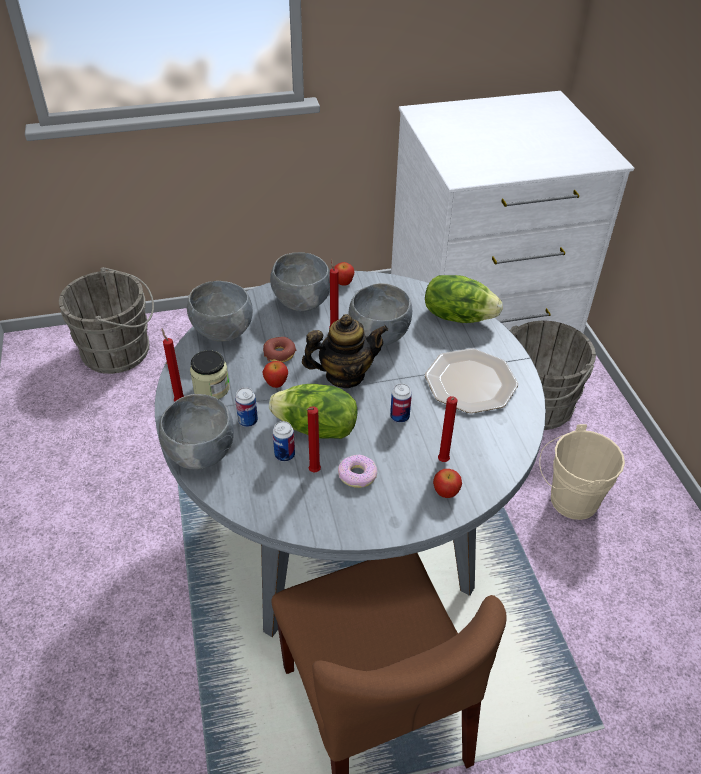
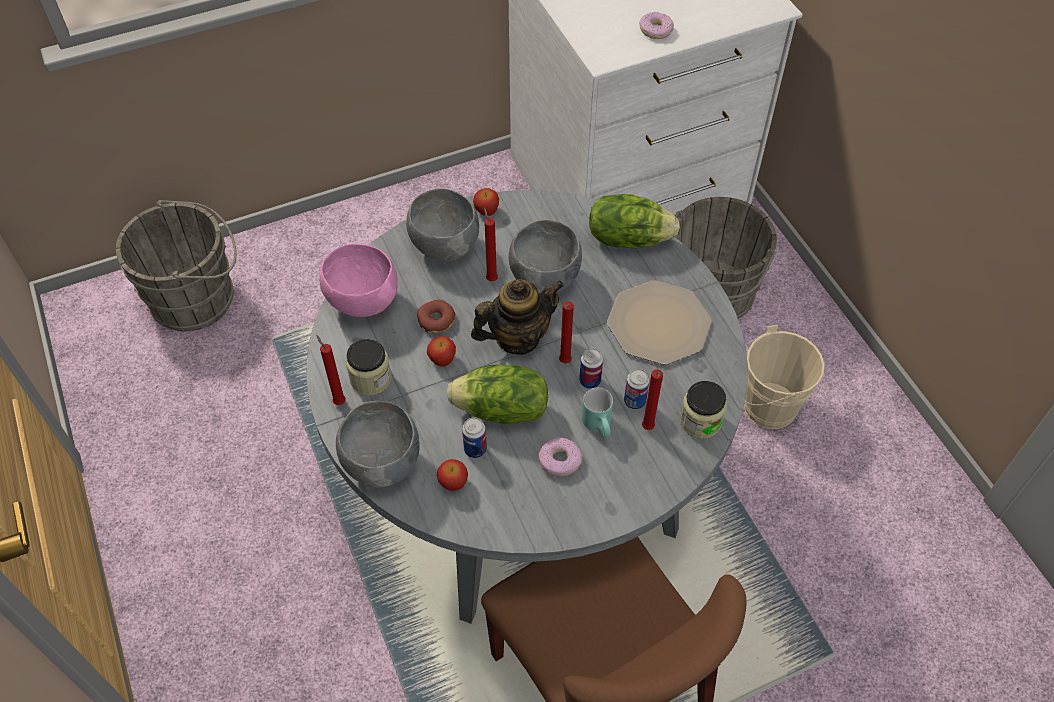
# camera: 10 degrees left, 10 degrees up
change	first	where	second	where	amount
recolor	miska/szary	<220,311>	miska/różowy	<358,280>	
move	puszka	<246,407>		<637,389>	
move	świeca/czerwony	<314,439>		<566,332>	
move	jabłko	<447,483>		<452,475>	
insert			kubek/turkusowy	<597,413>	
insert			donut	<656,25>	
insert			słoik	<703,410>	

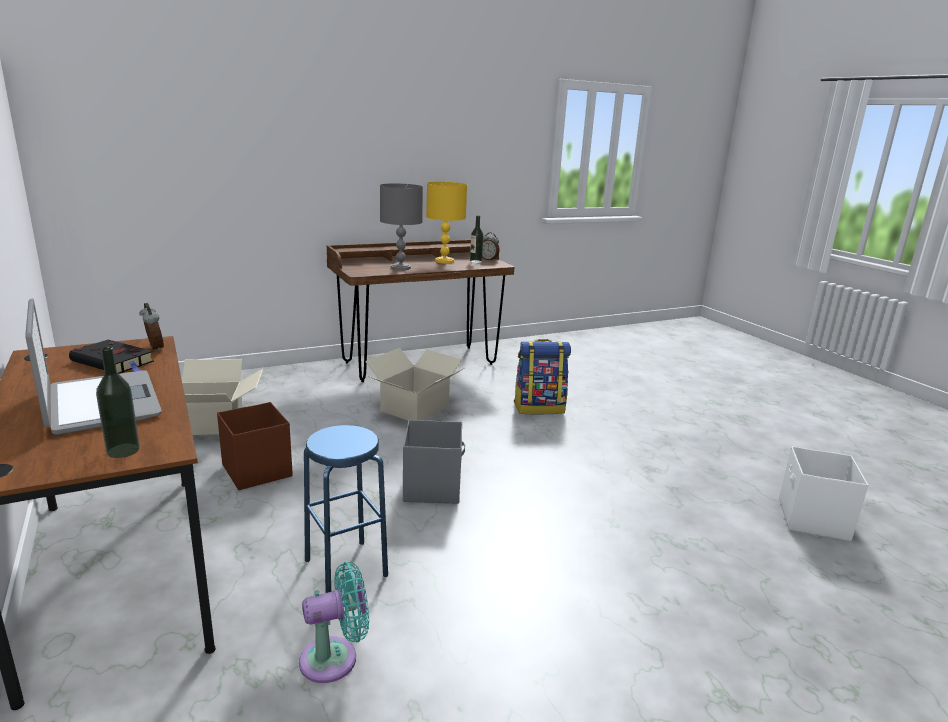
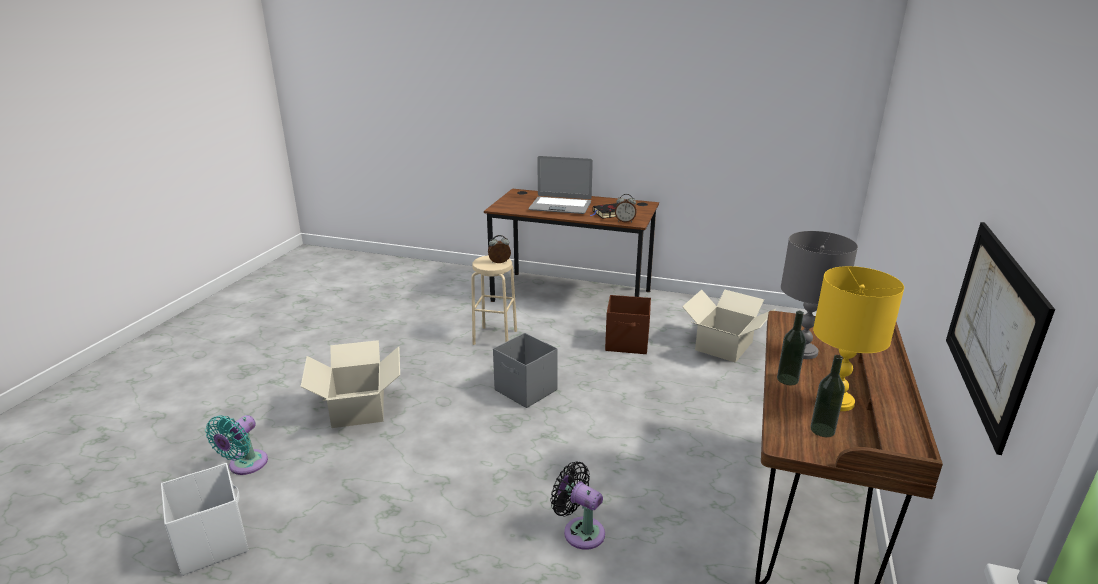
# camera: 135 degrees right, 5 degrees up
change	first	where	second	where	amount
move	butelka	<118,402>		<791,348>	
move	wentylator/turkusowy	<334,622>		<236,445>	
recolor	stołek/niebieski	<346,509>	stołek/beżowy	<494,300>	
move	karton	<415,384>		<350,384>	
move	budzik	<491,247>		<499,249>	
replace	plecak	<542,377>	wentylator/czarny	<577,505>	
insert			obraz	<1000,338>	

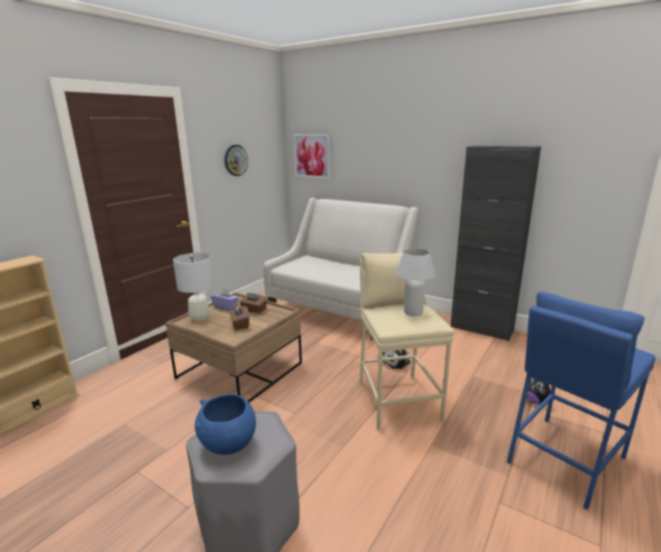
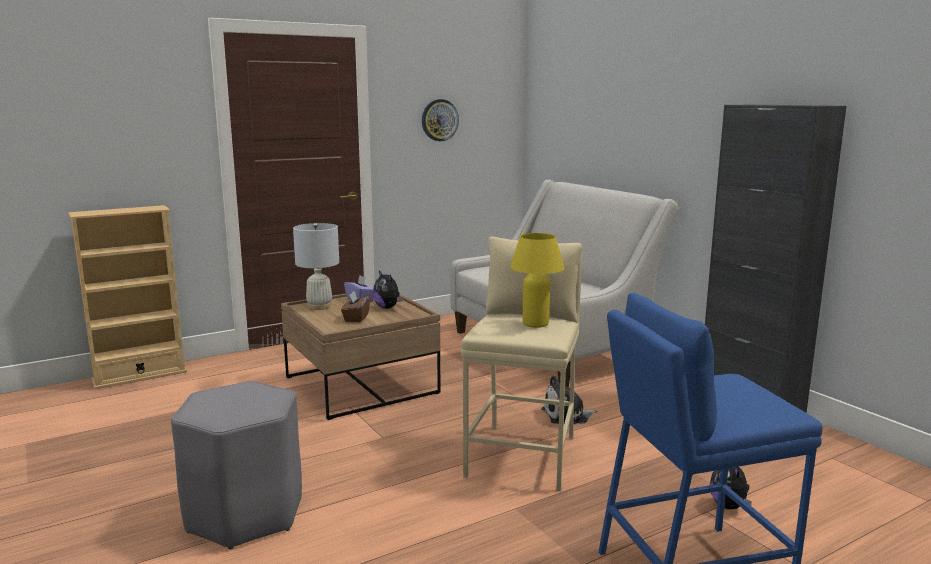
# camera: 25 degrees right, 5 degrees down
change	first	where	second	where	amount
delete	miska/niebieski	<225,424>			
replace	pudełko chusteczek/brązowy	<253,302>	pluszak	<388,290>	
delete	obraz	<312,156>			
recolor	lampa stołowa/biały	<416,282>	lampa stołowa/żółty	<537,280>	

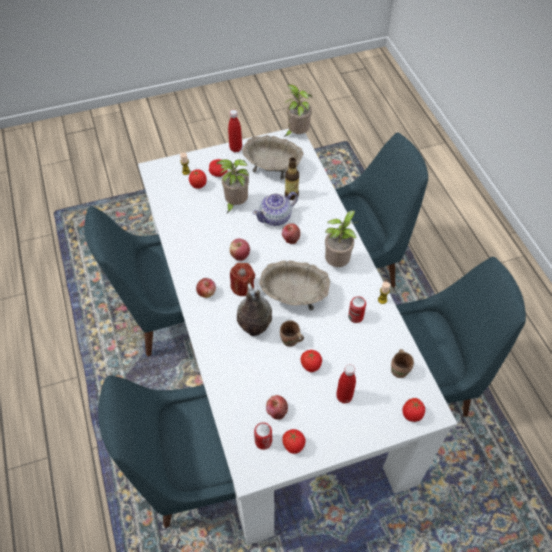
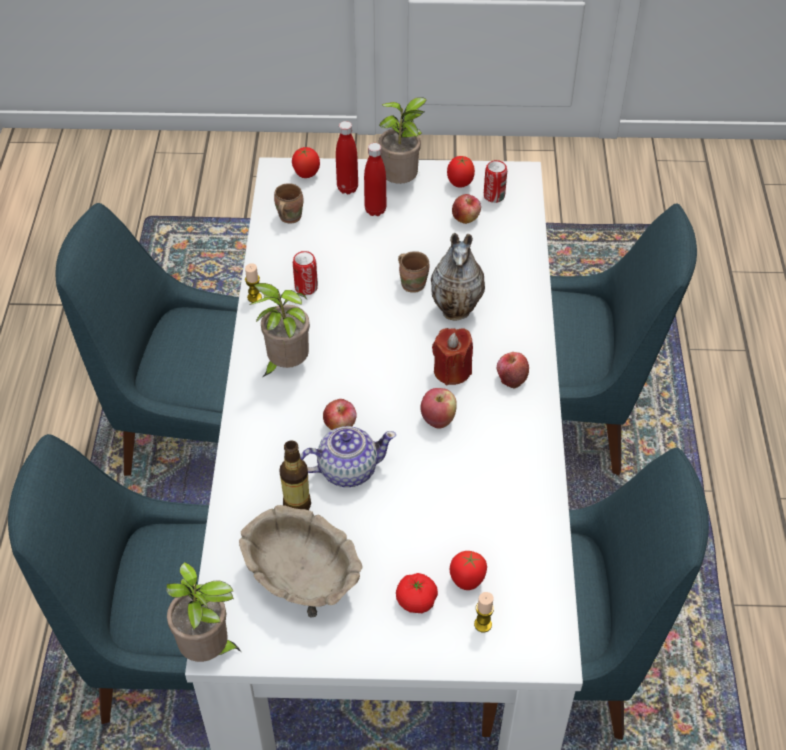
# camera: 160 degrees left, 5 degrees down
change	first	where	second	where	amount
move	roślina doniczkowa	<233,186>		<402,140>	
move	butelka/czerwony	<235,131>		<347,157>	
delete	miska/beżowy	<294,285>			
delete	pomidor	<311,361>			

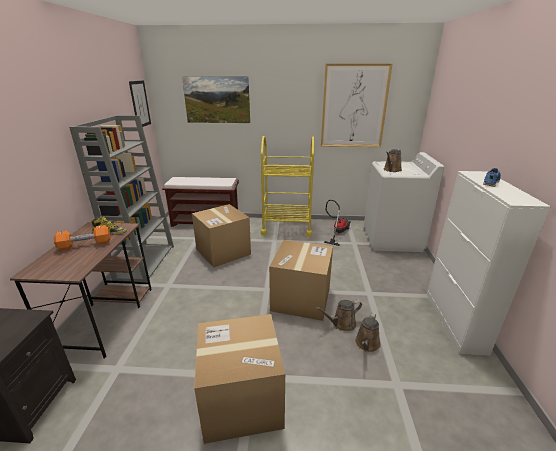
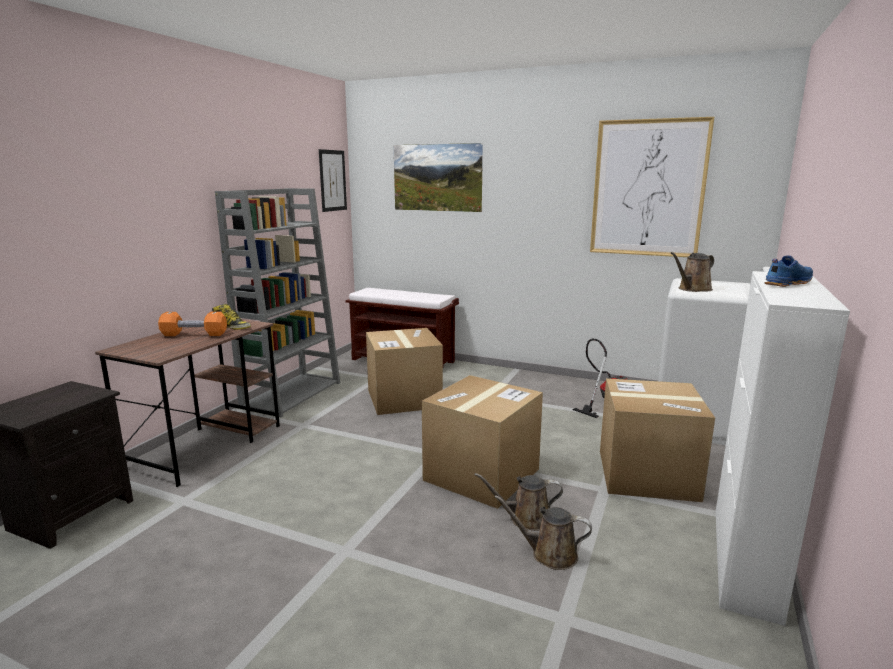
# camera: 20 degrees right, 10 degrees down
change	first	where	second	where	amount
move	karton	<239,379>		<657,440>	
delete	wózek/żółty	<287,186>			
rotate	konewka/brązowy	<368,332>		<543,532>	60 degrees clockwise

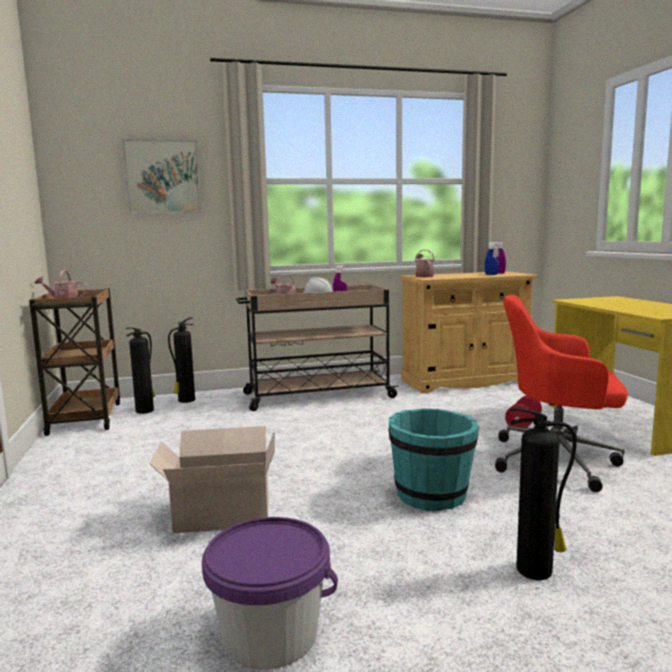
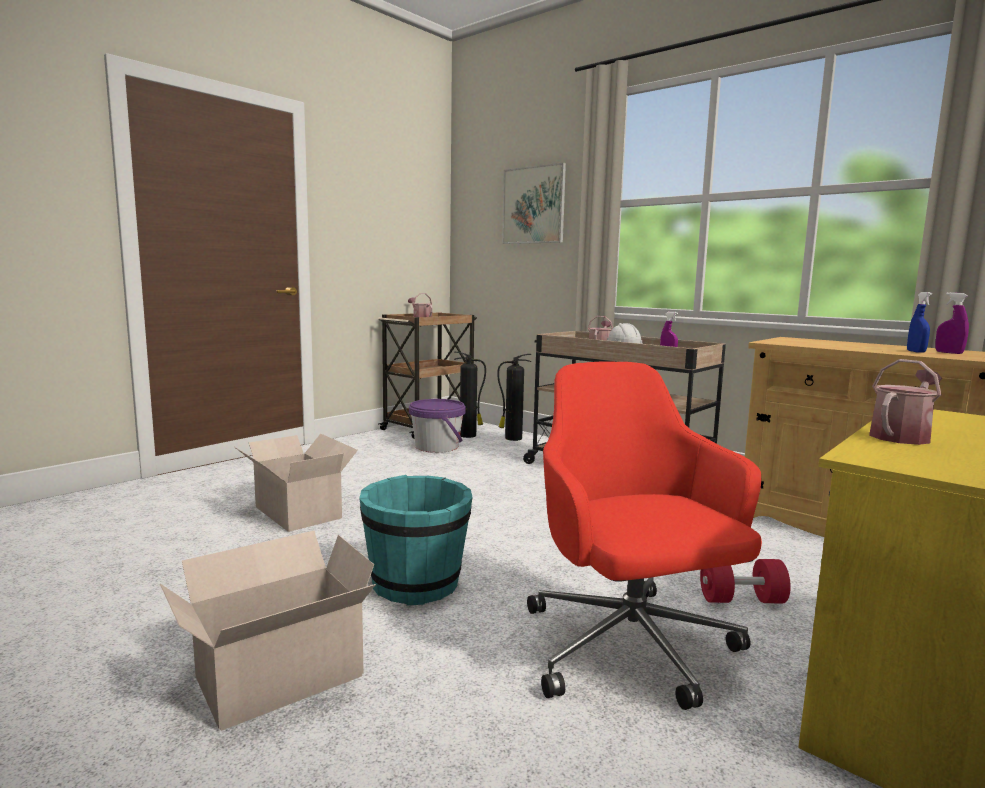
# camera: 55 degrees right, 0 degrees up
change	first	where	second	where	amount
move	wiadro/fioletowy	<270,593>		<437,426>	
move	konewka	<425,263>		<905,402>	
replace	gaśnica	<543,493>	karton	<268,631>	

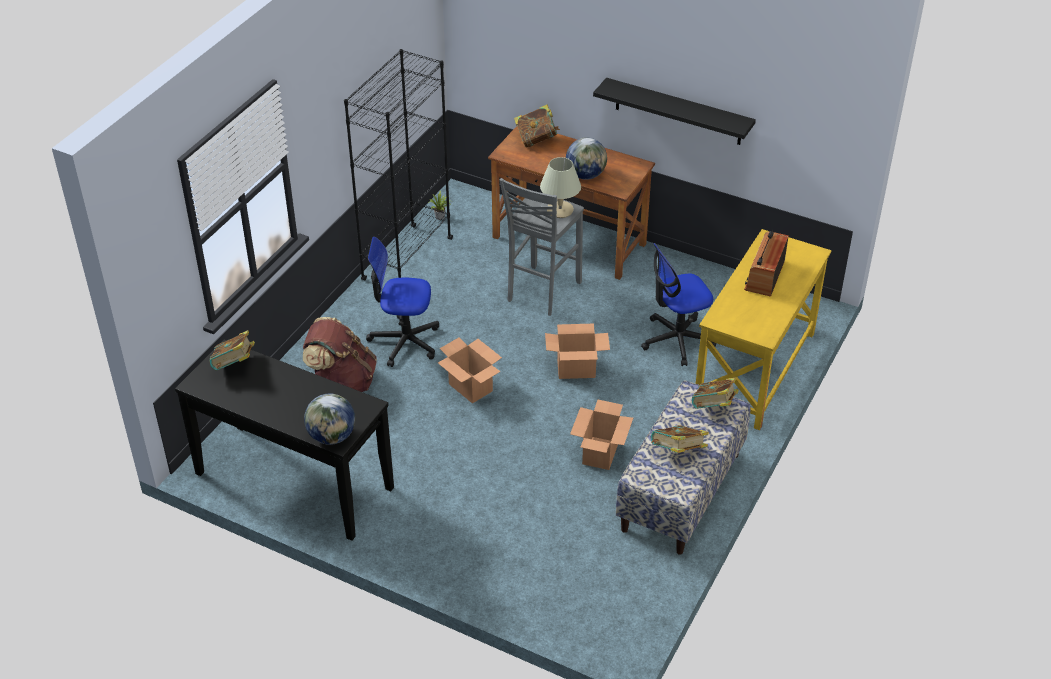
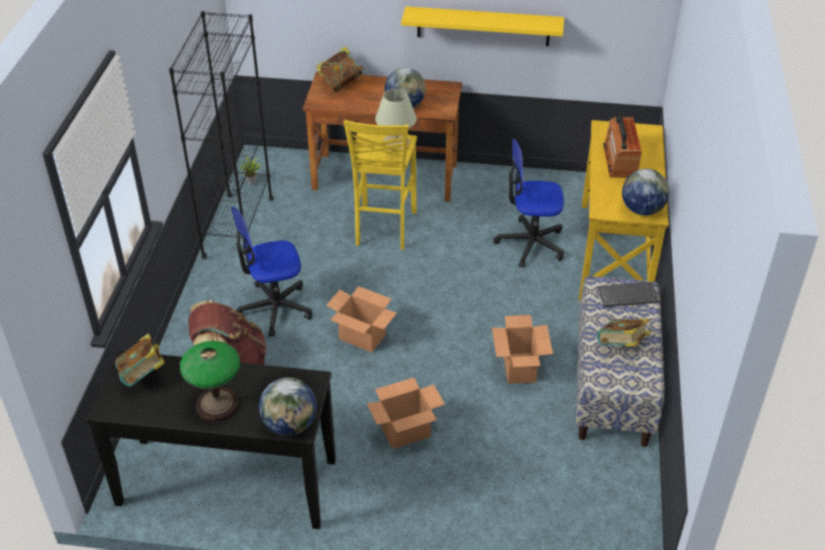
# camera: 20 degrees left, 0 degrees up
change	first	where	second	where	amount
recolor	stołek/szary	<541,247>	stołek/żółty	<380,185>	
move	karton	<577,351>		<406,413>	
recolor	półka/czarny	<674,111>	półka/żółty	<482,26>	
rotate	krzesło biurowe	<678,304>		<528,203>	45 degrees clockwise
replace	książka	<715,393>	klawiatura	<628,294>	
insert			lampa stołowa	<210,381>	
insert			globus	<645,192>	

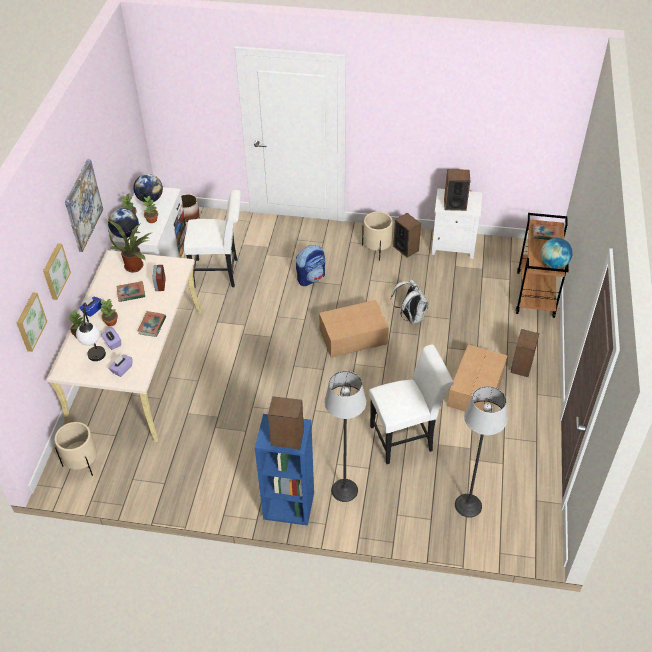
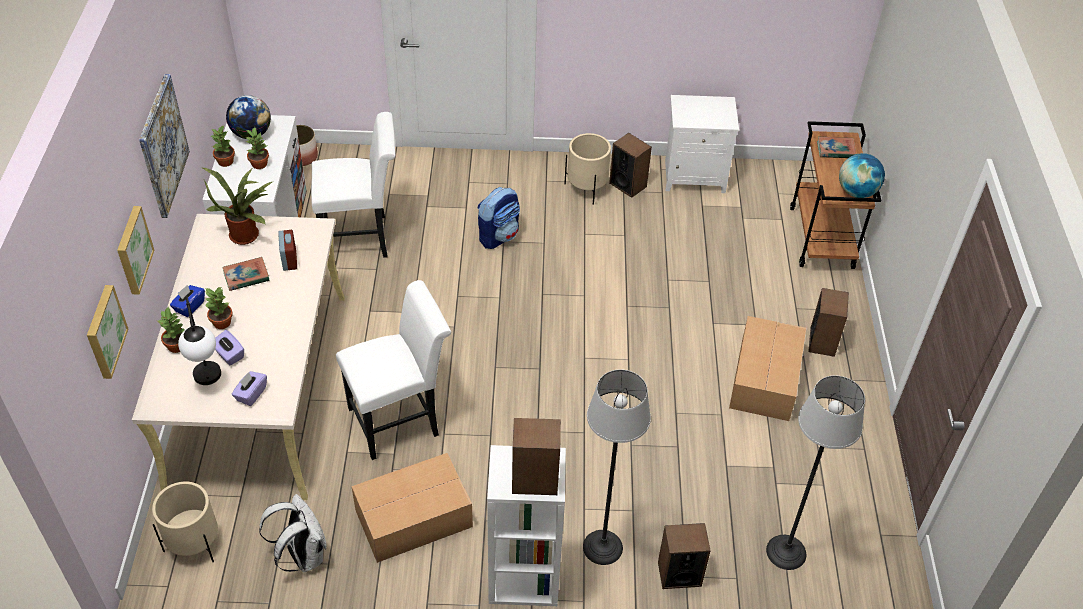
# camera: 10 degrees left, 0 degrees up
change	first	where	second	where	amount
delete	globus	<123,223>			
delete	książka	<151,324>			
recolor	regał/niebieski	<284,470>	regał/biały	<526,525>	
move	karton	<354,328>		<412,508>	
move	krzesło/biały	<411,404>		<393,370>	
move	plecak/biały	<410,302>		<293,533>	
move	głośnik	<457,190>		<684,556>	

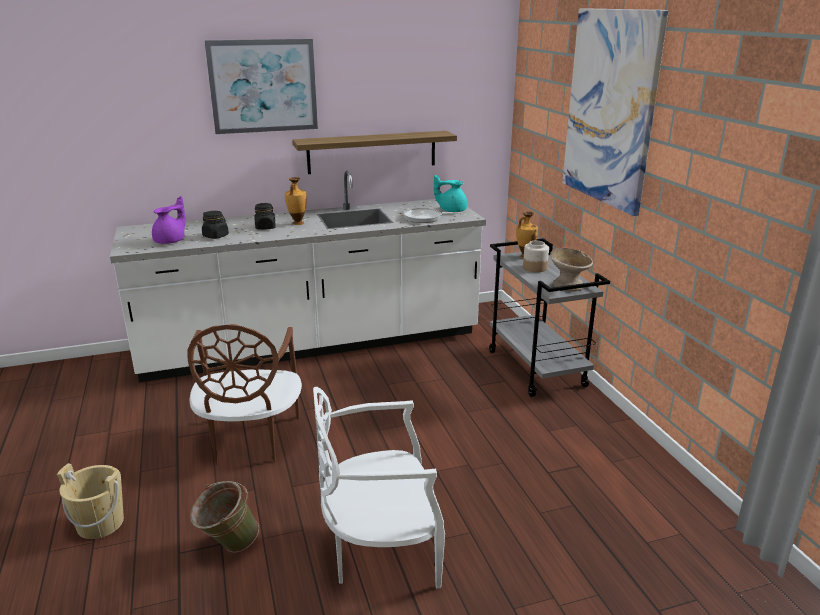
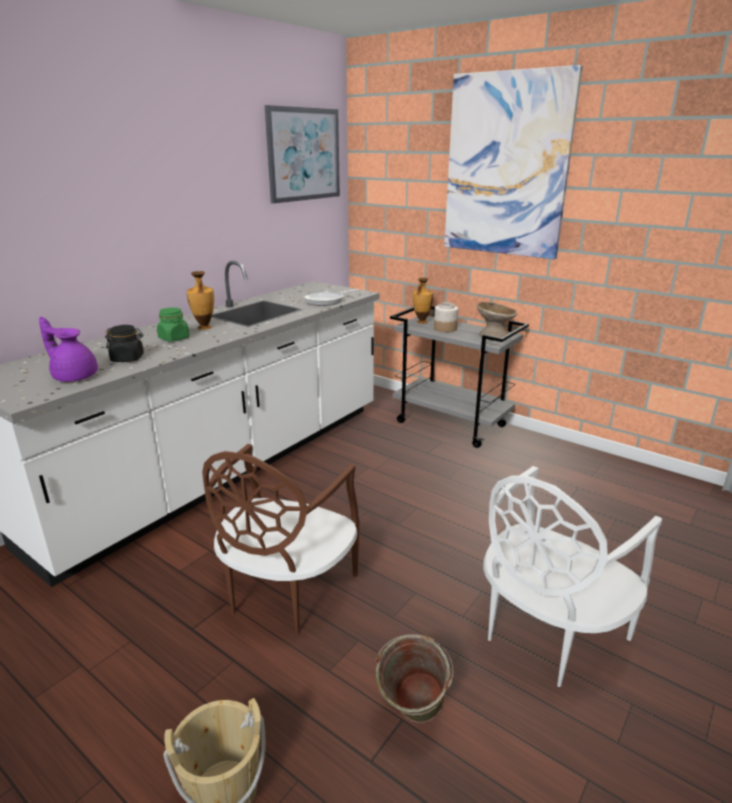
# camera: 35 degrees left, 0 degrees up
change	first	where	second	where	amount
rotate	imbryk/fioletowy	<169,220>		<68,349>	60 degrees counterclockwise
rotate	krzesło/brązowy	<244,394>		<280,539>	60 degrees clockwise
move	obraz	<261,86>		<302,154>	
recolor	słoik/czarny	<265,216>	słoik/zielony	<173,324>	
delete	półka	<374,152>			
delete	imbryk/turkusowy	<450,193>			

